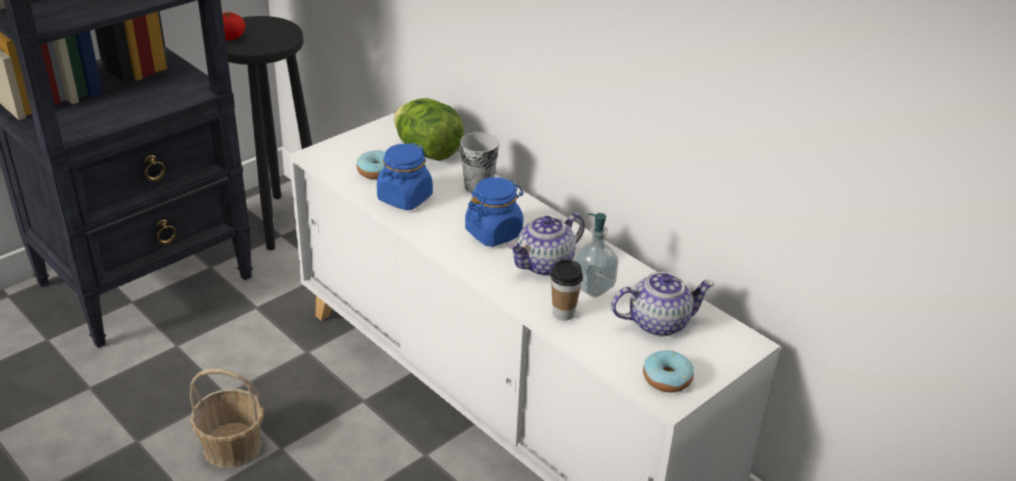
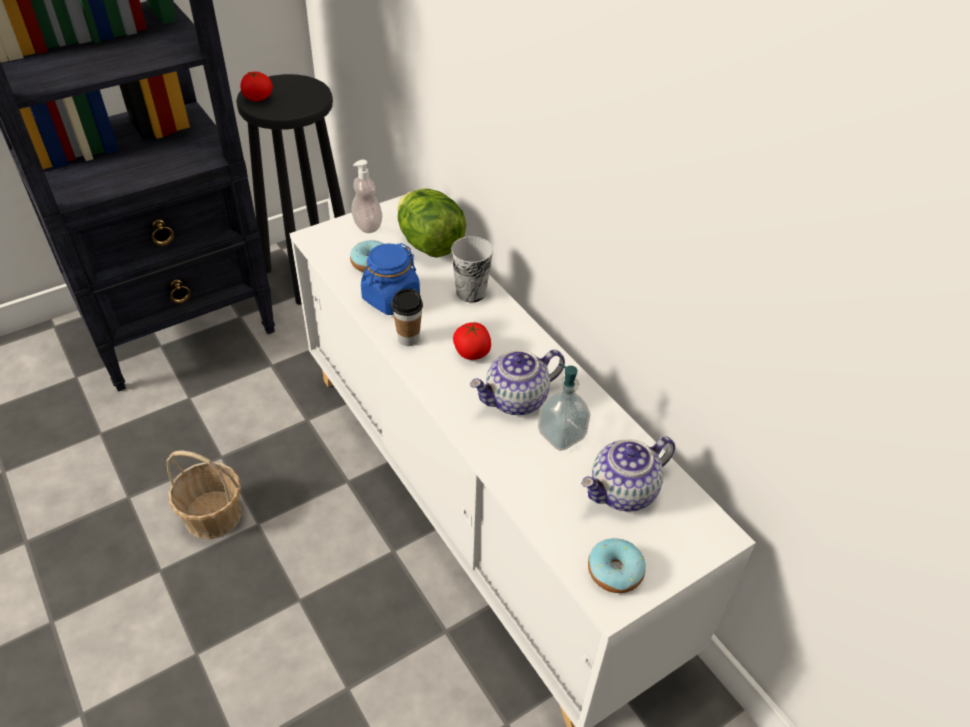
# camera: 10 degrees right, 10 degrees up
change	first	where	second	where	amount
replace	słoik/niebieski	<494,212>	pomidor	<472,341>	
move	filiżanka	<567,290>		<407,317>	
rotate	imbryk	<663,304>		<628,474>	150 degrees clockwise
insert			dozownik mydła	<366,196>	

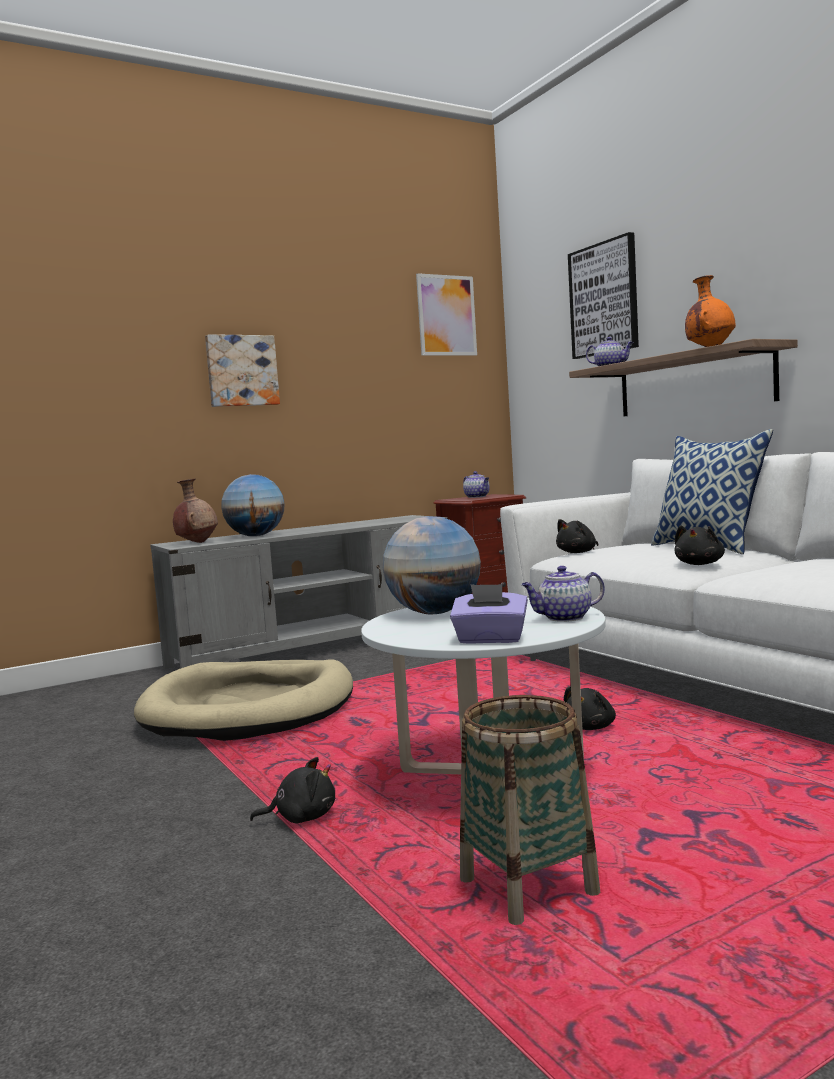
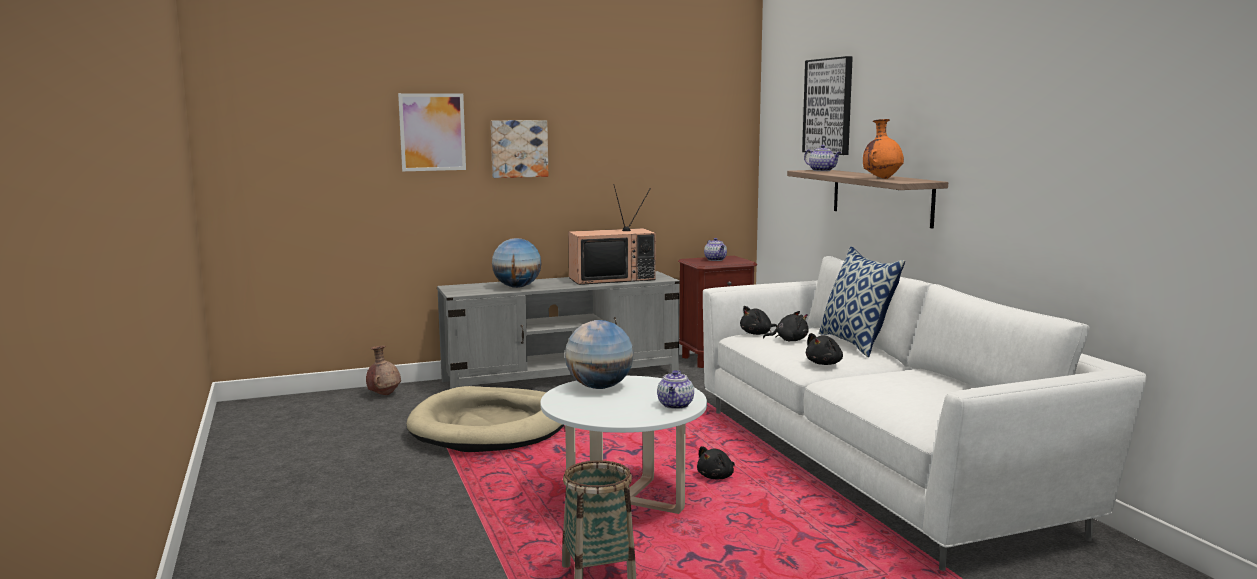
# camera: 10 degrees right, 5 degrees up
change	first	where	second	where	amount
move	wazon/brązowy	<195,511>		<383,370>	
move	pluszak/czarny	<292,790>		<786,326>	
move	obraz	<446,314>		<432,132>	
delete	pudełko chusteczek/fioletowy	<489,614>			
rotate	imbryk	<563,594>		<675,389>	75 degrees counterclockwise
insert			telewizor	<612,234>	

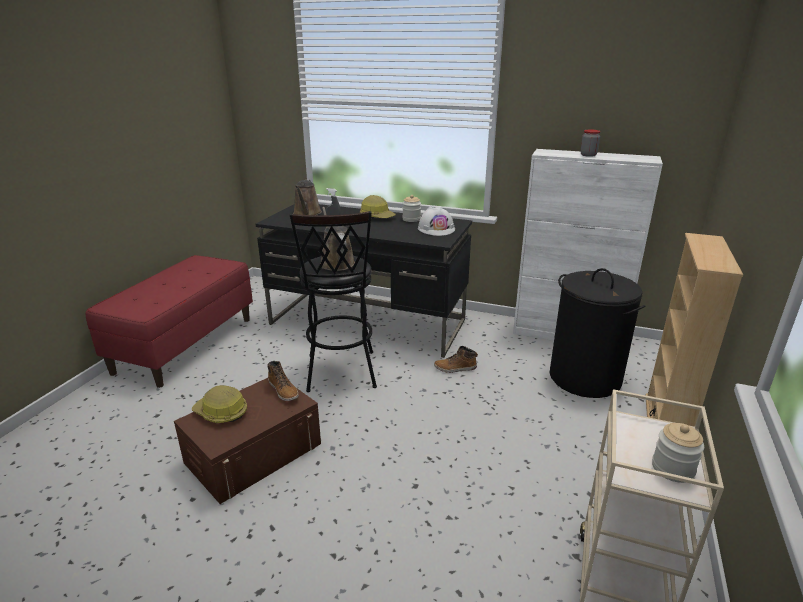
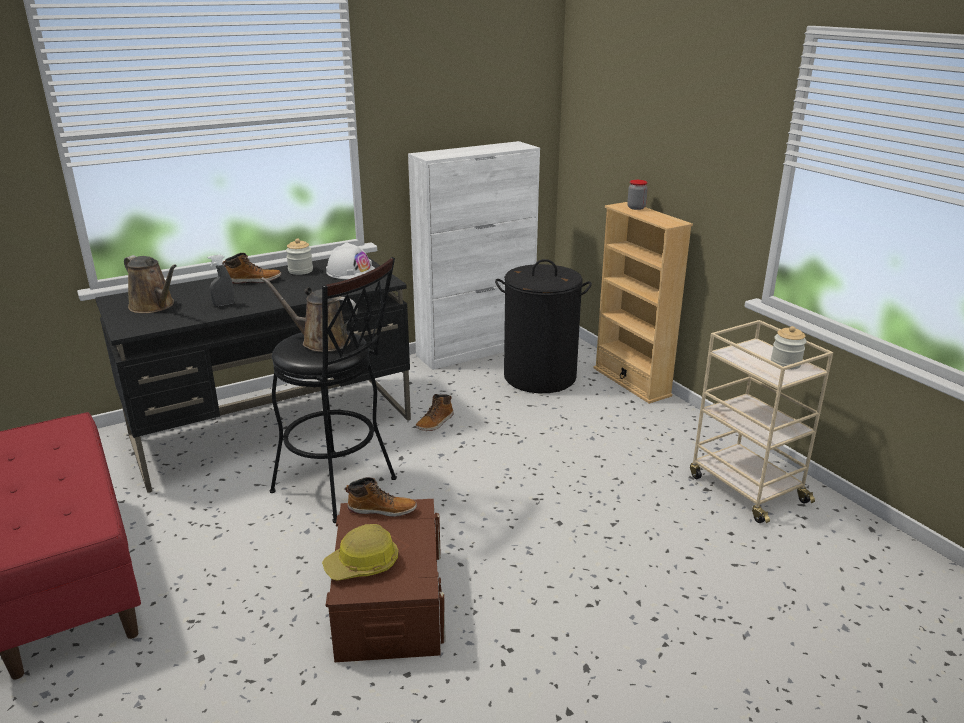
# camera: 50 degrees left, 0 degrees up
change	first	where	second	where	amount
replace	kask	<378,206>	but z cholewką	<251,268>	
move	słoik	<590,143>		<637,195>	

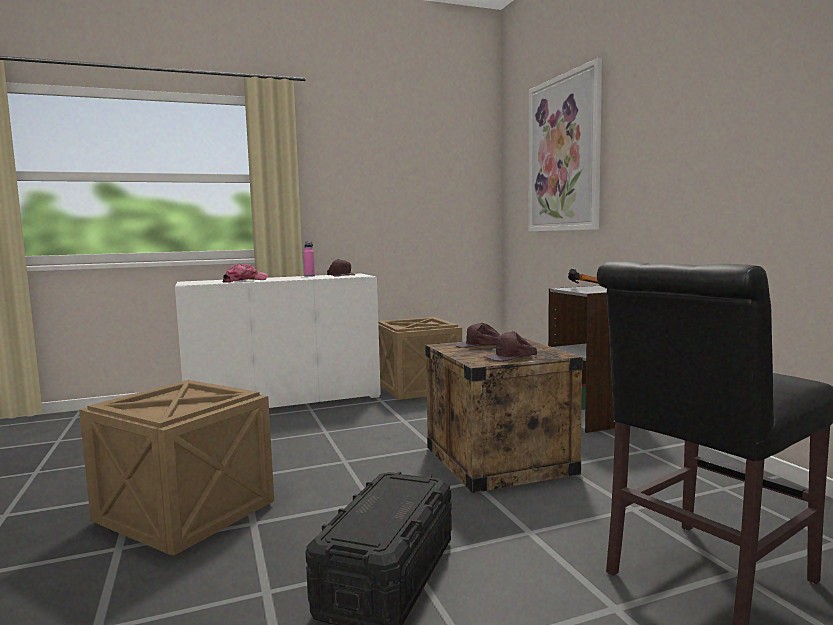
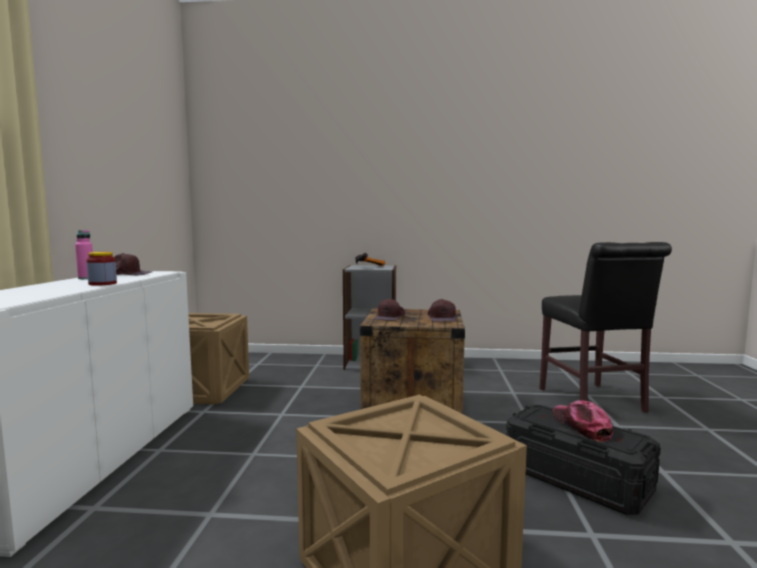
# camera: 65 degrees left, 0 degrees up
change	first	where	second	where	amount
move	czapka z daszkiem	<245,272>		<582,421>	
delete	obraz	<565,145>			
insert			słoik	<101,269>	

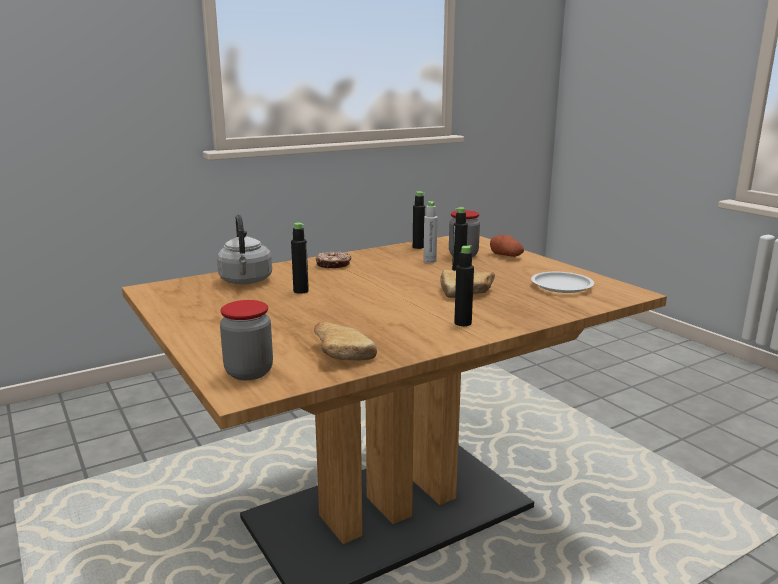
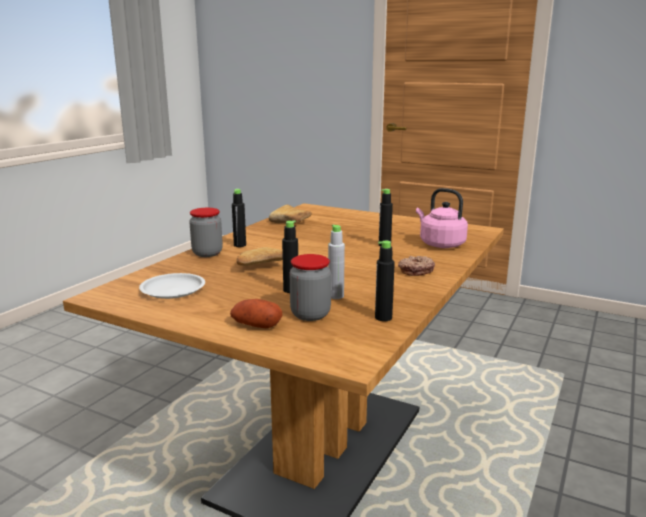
# camera: 150 degrees right, 0 degrees up
change	first	where	second	where	amount
recolor	czajnik/szary	<244,250>	czajnik/różowy	<442,218>	
move	słoik	<246,340>		<206,232>	

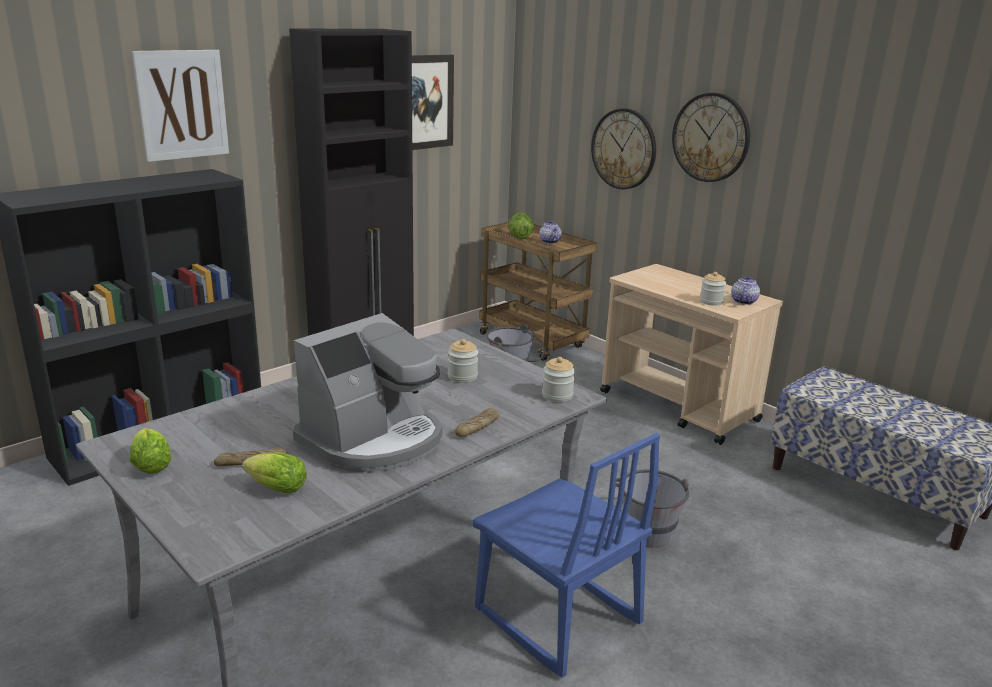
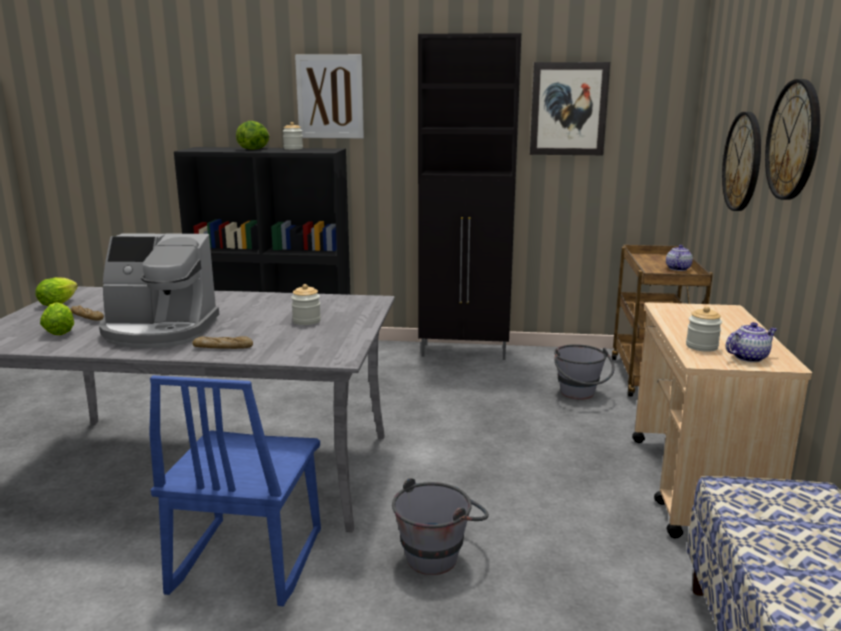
# camera: 50 degrees right, 5 degrees down
change	first	where	second	where	amount
move	sałata	<521,226>		<253,135>	
move	słoik	<558,379>		<293,136>	

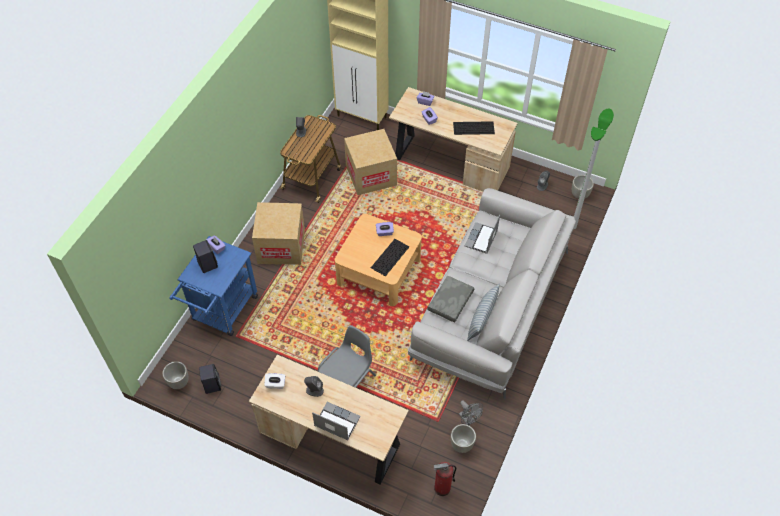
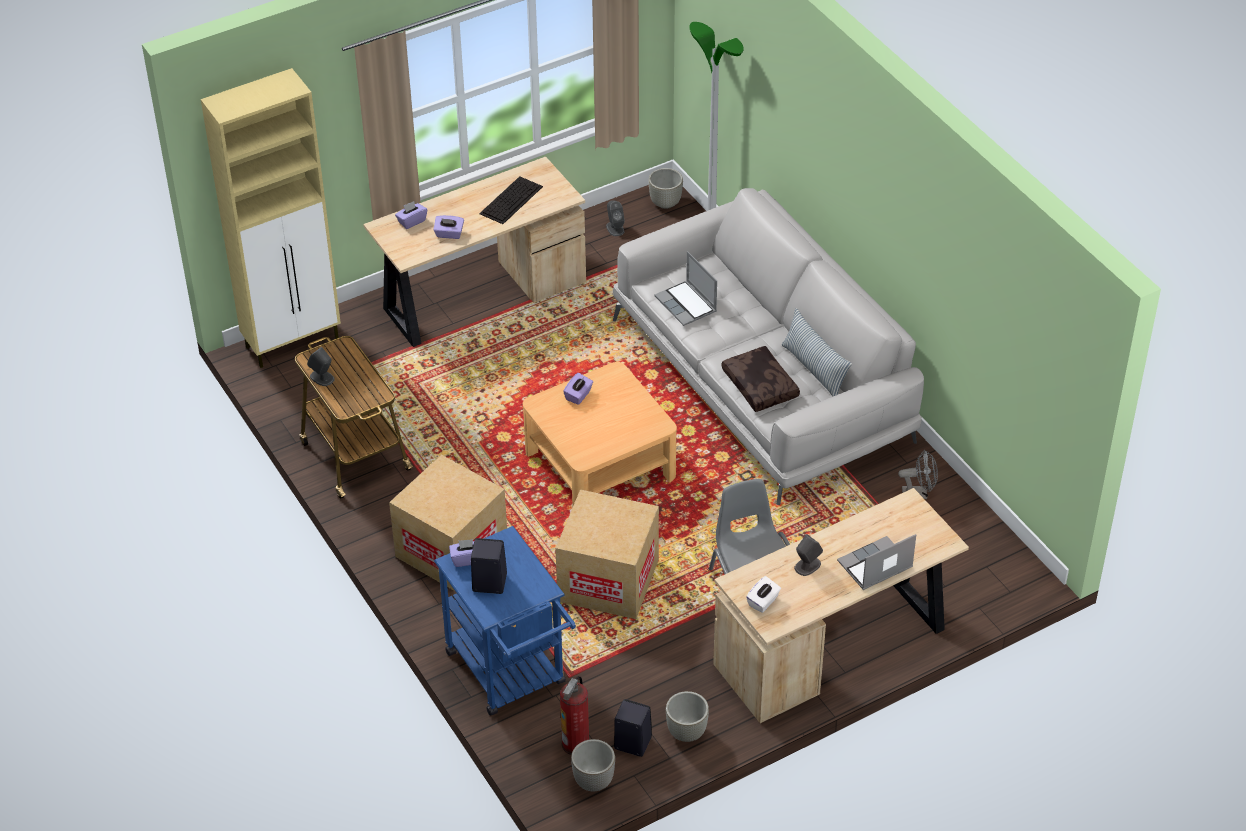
# camera: 55 degrees left, 10 degrees down
change	first	where	second	where	amount
move	karton	<370,162>		<607,554>	
delete	klawiatura	<390,257>			
recolor	poduszka/szary	<450,299>	poduszka/brązowy	<761,379>	
move	gaśnica	<444,479>		<574,715>	
move	donica/szary	<463,438>		<687,716>	

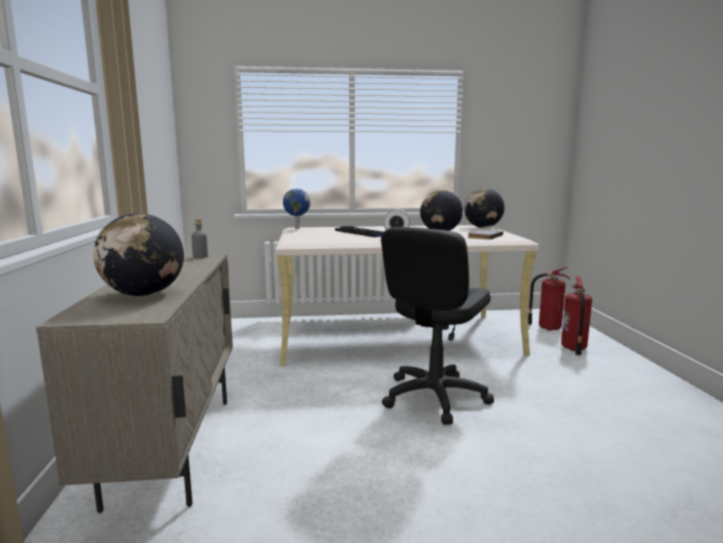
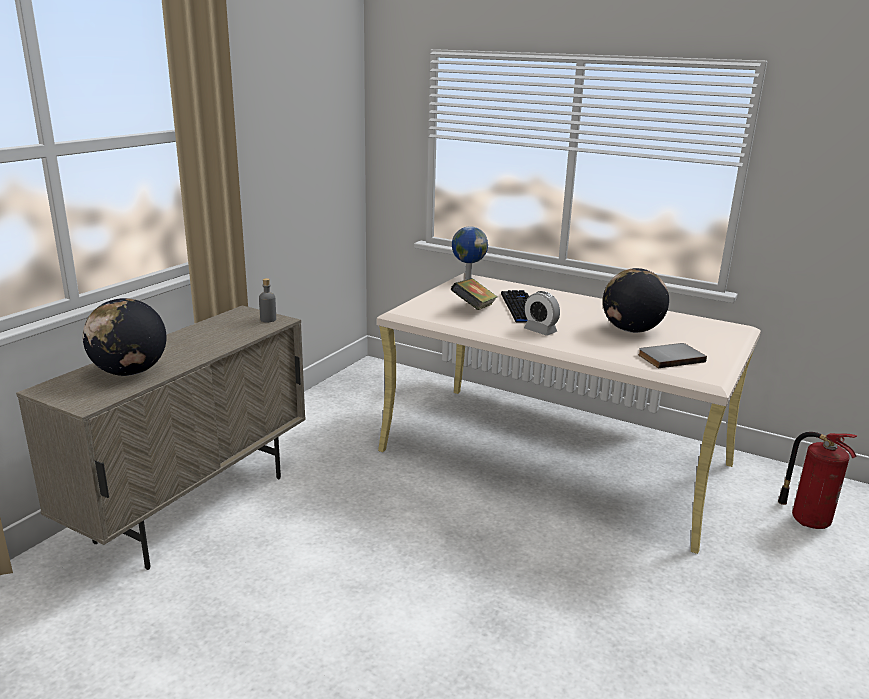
# camera: 35 degrees right, 10 degrees up
change	first	where	second	where	amount
delete	krzesło biurowe/czarny	<437,326>			
delete	globus	<484,208>			
delete	gaśnica	<576,315>			
insert			książka	<474,294>	

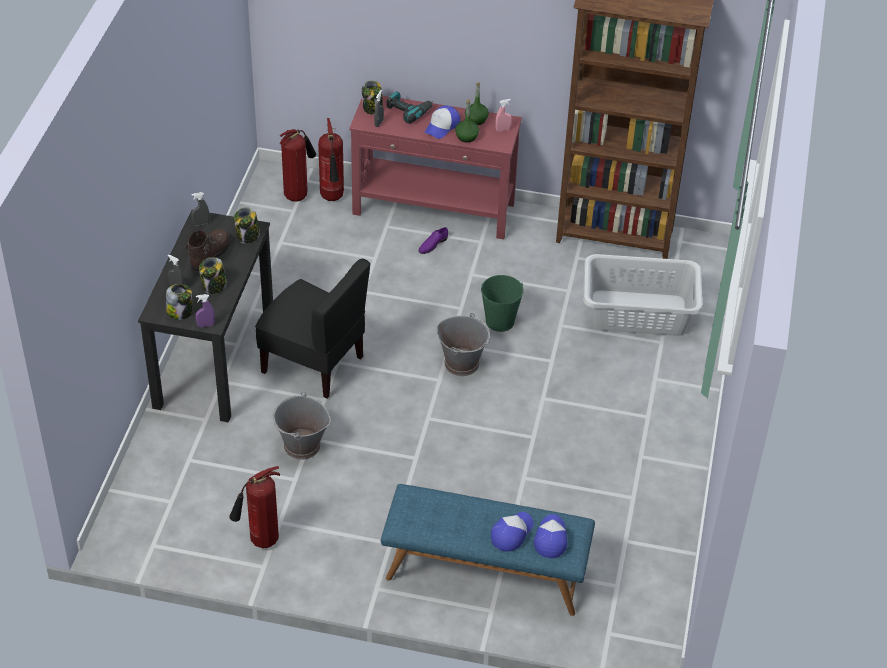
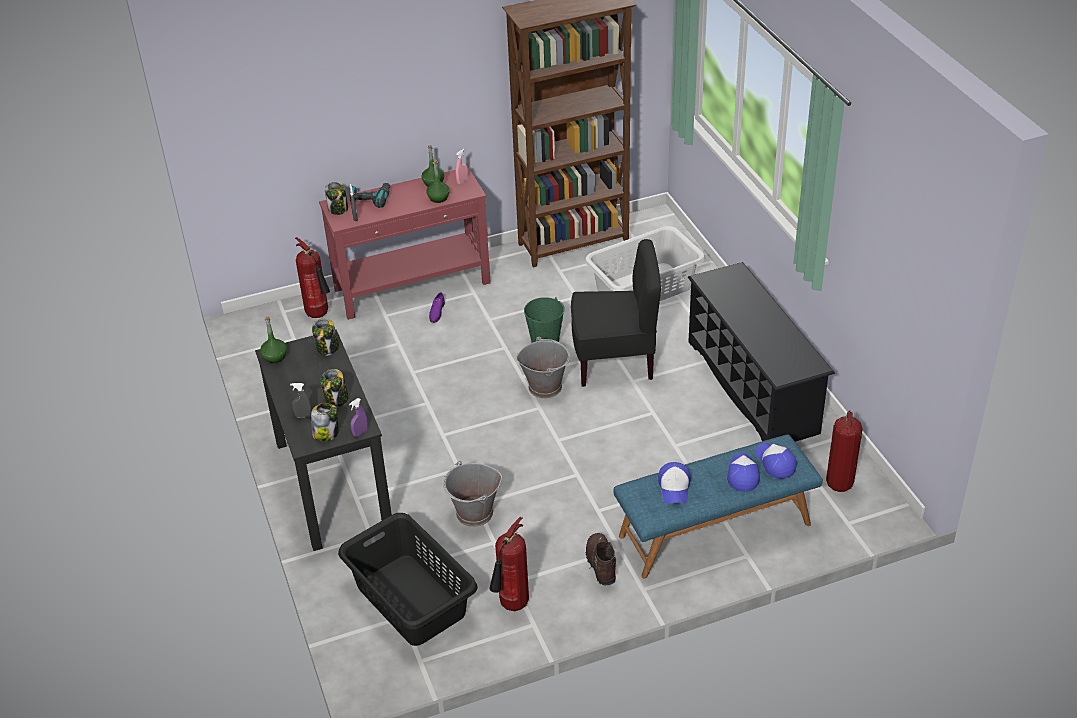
# camera: 30 degrees left, 5 degrees down
change	first	where	second	where	amount
move	but z cholewką/brązowy	<208,251>		<601,559>	
replace	spryskiwacz/szary	<200,208>	butelka/zielony	<273,340>	
move	krzesło/czarny	<312,328>		<616,313>	
move	gaśnica	<298,165>		<844,451>	
move	czapka z daszkiem	<442,122>		<674,483>	
insert			kosz na pranie/czarny	<408,579>	
insert			regał na buty/czarny	<761,352>	

